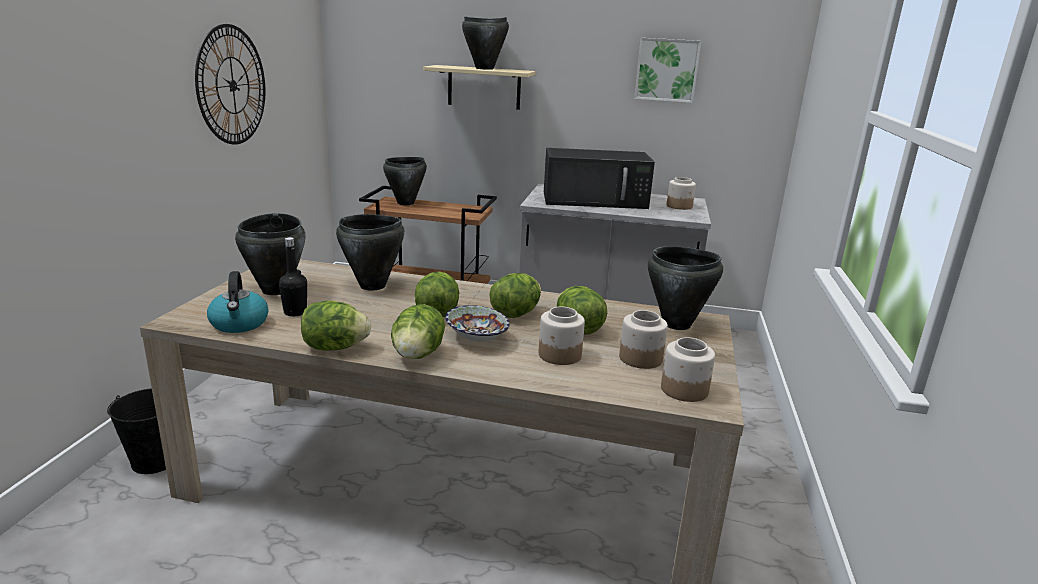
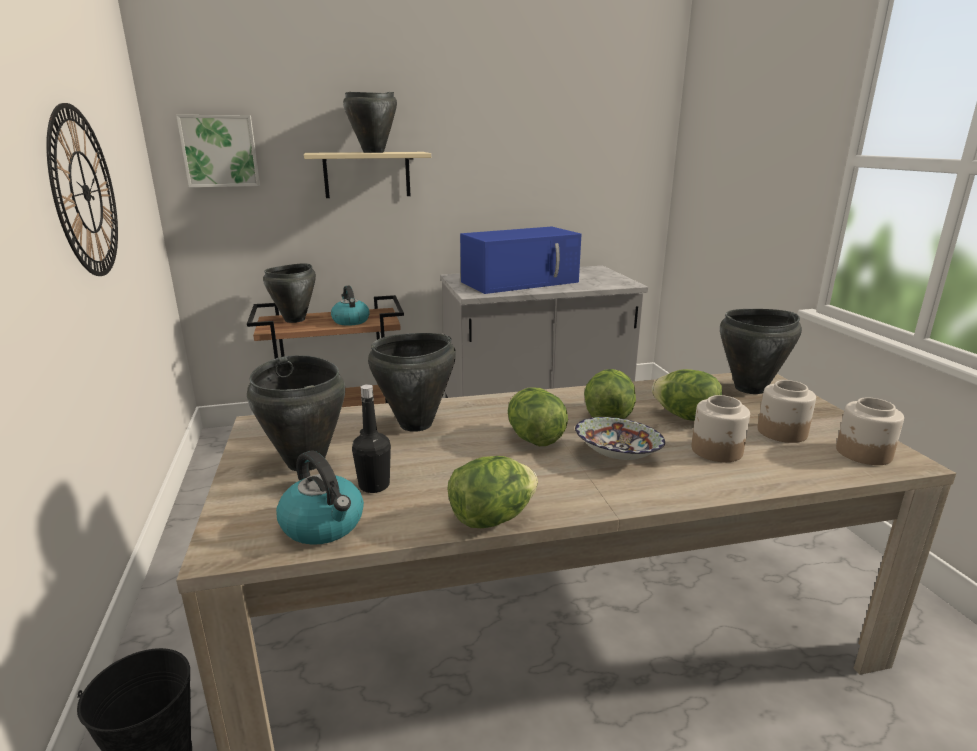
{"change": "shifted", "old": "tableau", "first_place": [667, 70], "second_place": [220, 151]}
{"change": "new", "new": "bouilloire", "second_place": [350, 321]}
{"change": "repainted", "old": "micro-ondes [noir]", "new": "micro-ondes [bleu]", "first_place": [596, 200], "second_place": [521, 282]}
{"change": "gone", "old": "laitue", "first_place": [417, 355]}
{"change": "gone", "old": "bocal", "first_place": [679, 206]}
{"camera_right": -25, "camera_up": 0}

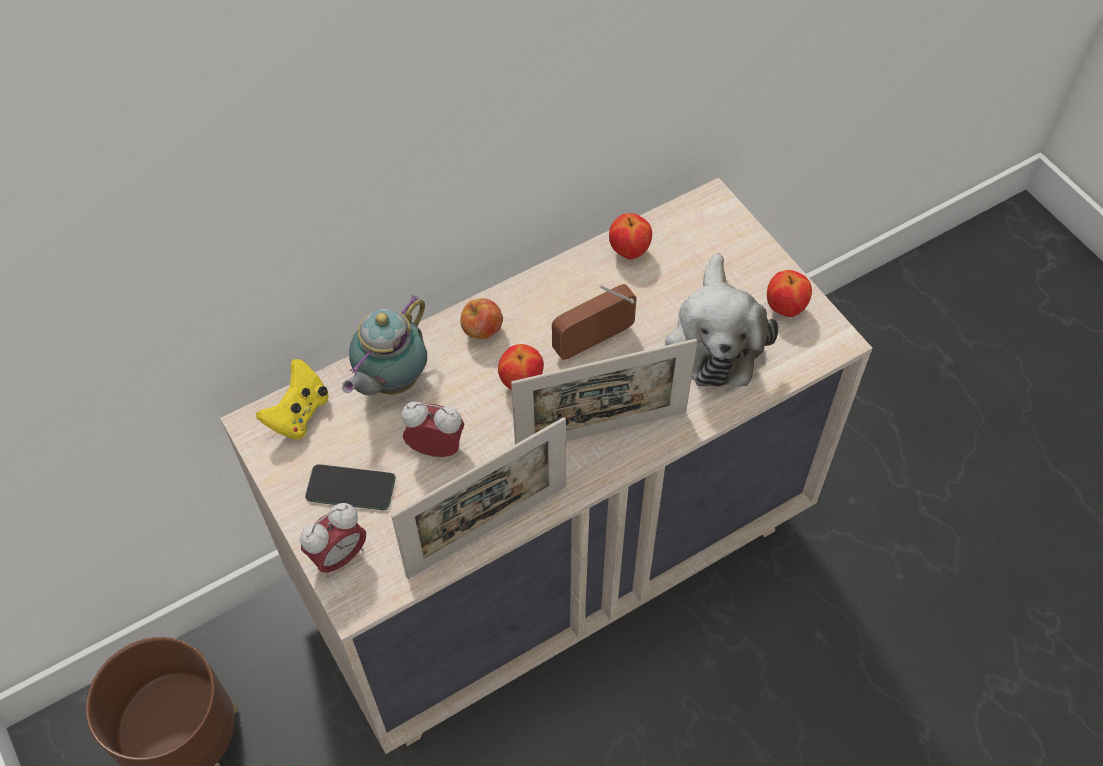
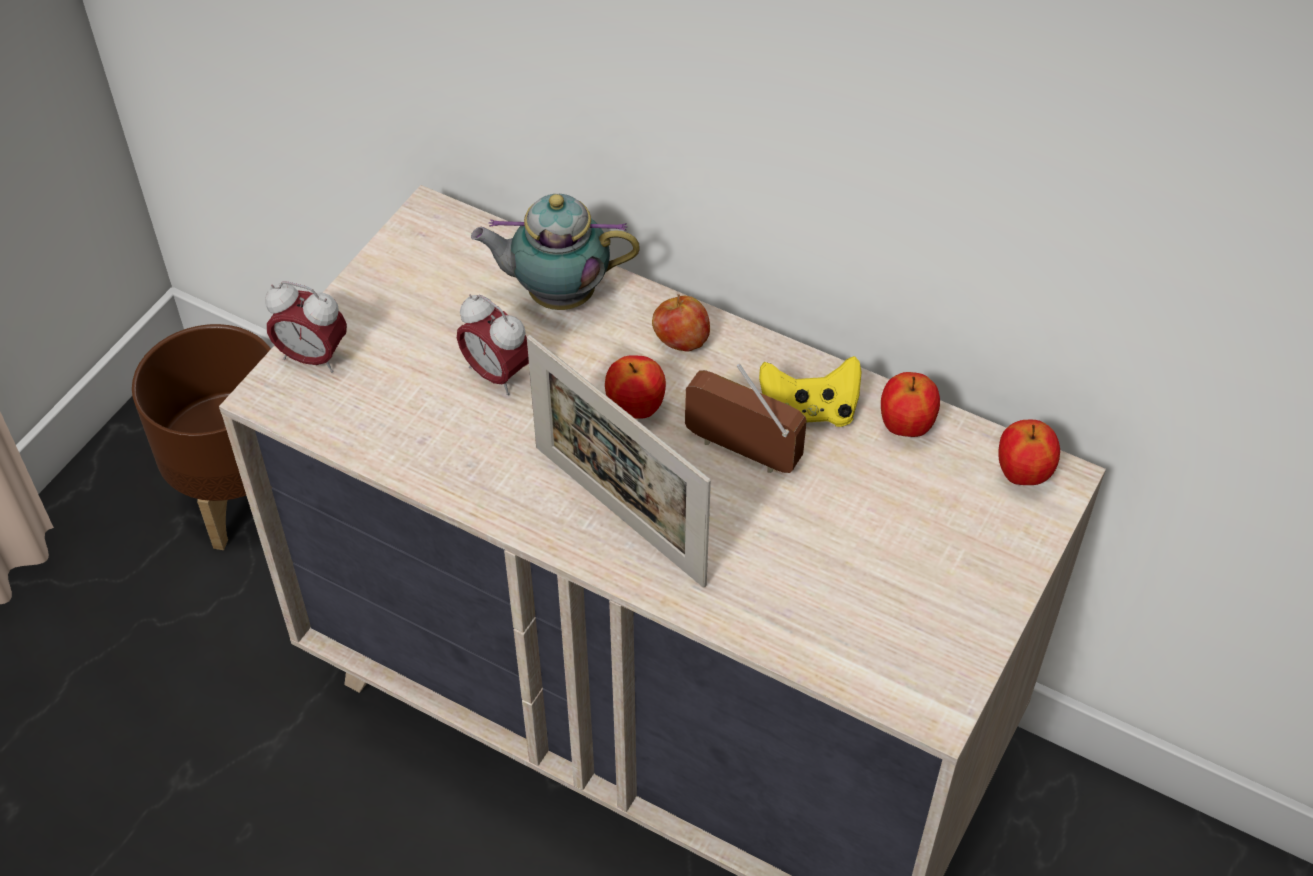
{"change": "rotated", "old": "réveil", "first_place": [436, 448], "second_place": [497, 374], "degrees": 150}
{"change": "shifted", "old": "manette [jaune]", "first_place": [299, 413], "second_place": [809, 412]}
{"change": "shifted", "old": "pomme", "first_place": [785, 308], "second_place": [1022, 474]}
{"change": "gone", "old": "téléphone", "first_place": [351, 488]}
{"change": "gone", "old": "cadre photo", "first_place": [487, 531]}
{"change": "gone", "old": "peluche", "first_place": [715, 338]}
{"camera_right": 60, "camera_up": -5}

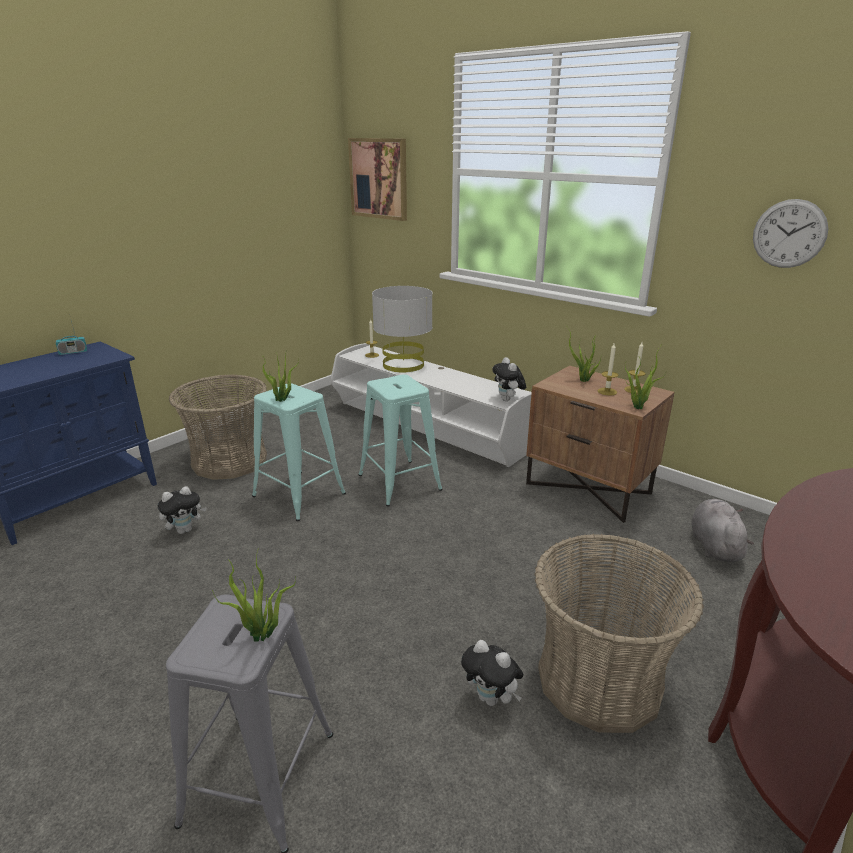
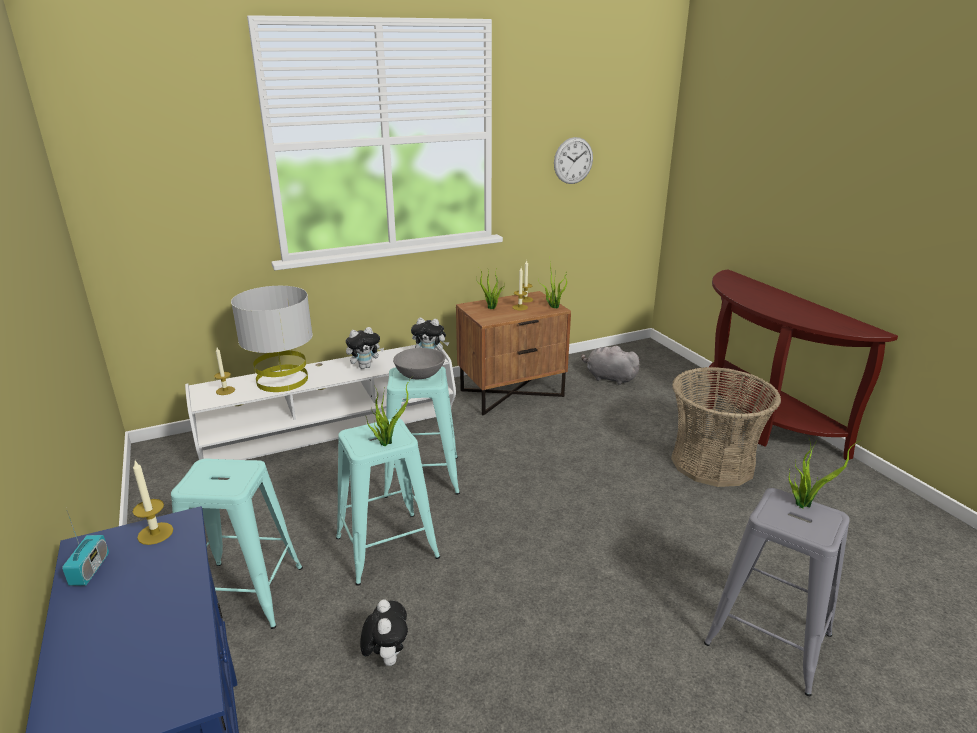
{"change": "new", "new": "bougie", "second_place": [155, 533]}
{"change": "swapped", "old": "panier", "new": "tabouret [turquoise]", "first_place": [229, 460], "second_place": [244, 594]}
{"change": "shifted", "old": "peluche", "first_place": [491, 699], "second_place": [365, 366]}
{"change": "new", "new": "bol [gris]", "second_place": [420, 374]}
{"change": "gone", "old": "tableau", "first_place": [379, 178]}
{"camera_right": -65, "camera_up": 0}

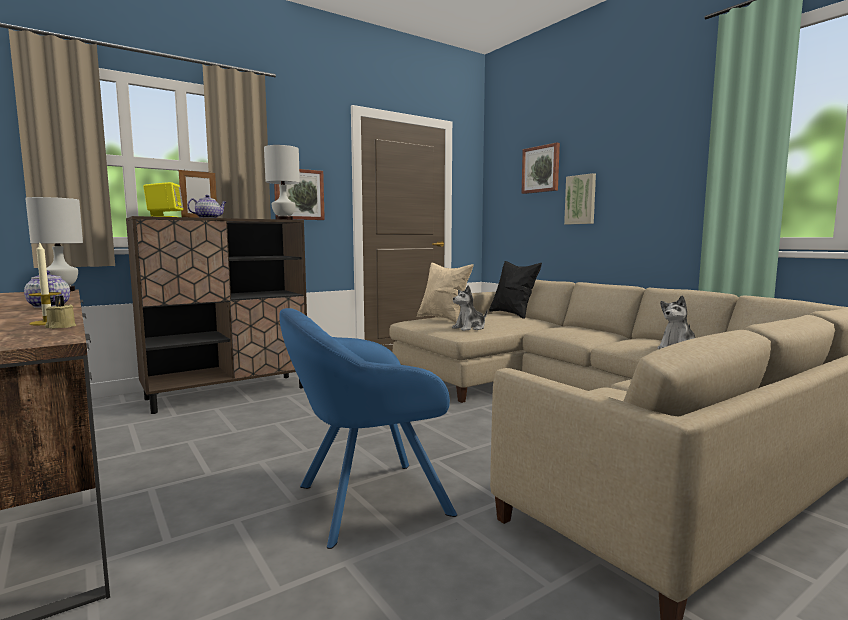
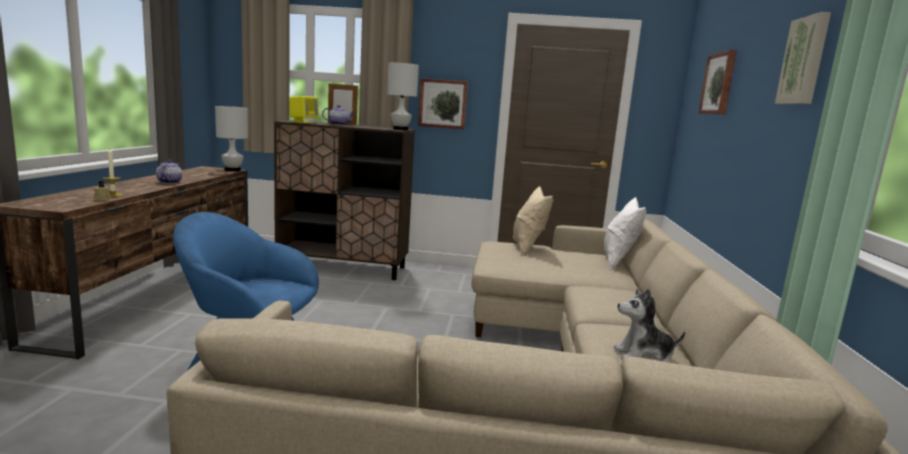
{"change": "repainted", "old": "coussin [noir]", "new": "coussin [blanc]", "first_place": [513, 314], "second_place": [618, 262]}
{"change": "shifted", "old": "tableau", "first_place": [581, 199], "second_place": [805, 61]}
{"change": "gone", "old": "peluche", "first_place": [470, 328]}
{"camera_right": 40, "camera_up": 5}

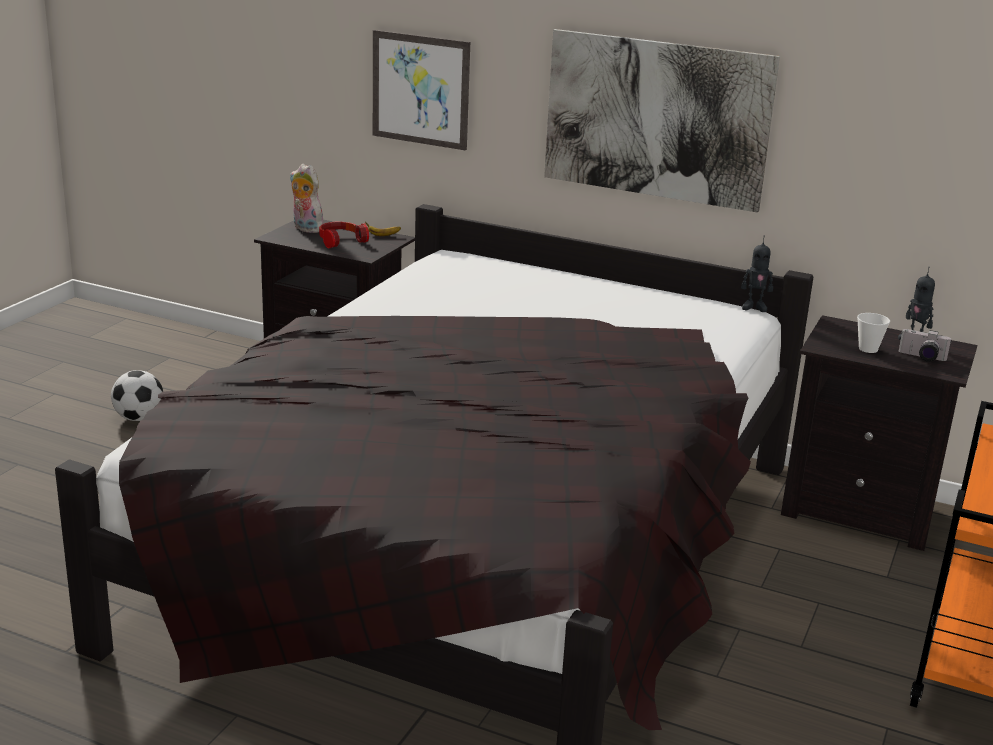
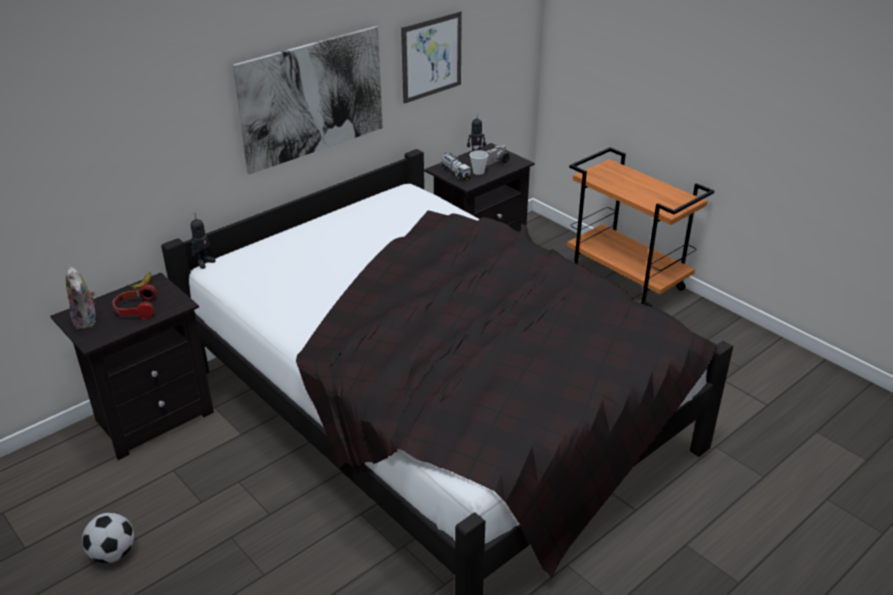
{"change": "rotated", "old": "peluche", "first_place": [305, 229], "second_place": [87, 321], "degrees": -90}
{"change": "shifted", "old": "robot jouet", "first_place": [754, 307], "second_place": [204, 262]}
{"change": "shifted", "old": "tableau", "first_place": [420, 90], "second_place": [431, 57]}
{"change": "new", "new": "camion jouet", "second_place": [455, 173]}
{"camera_right": -65, "camera_up": 10}

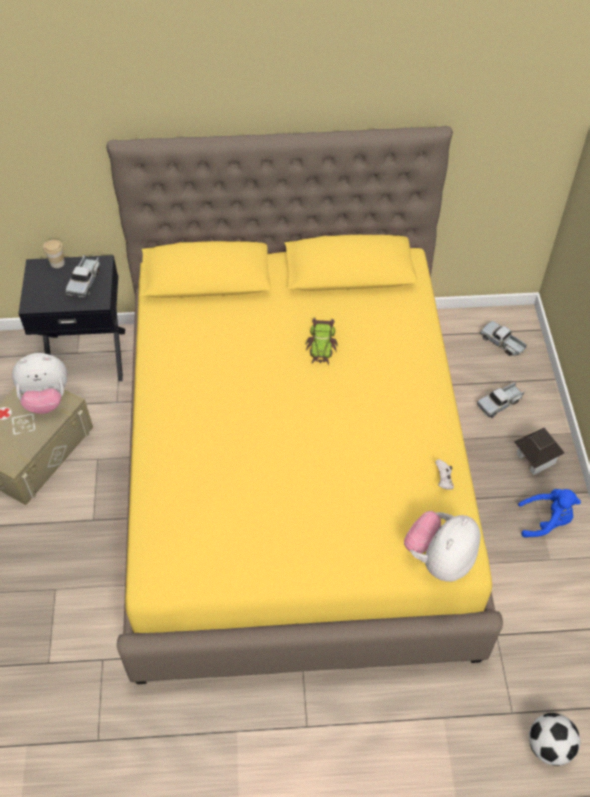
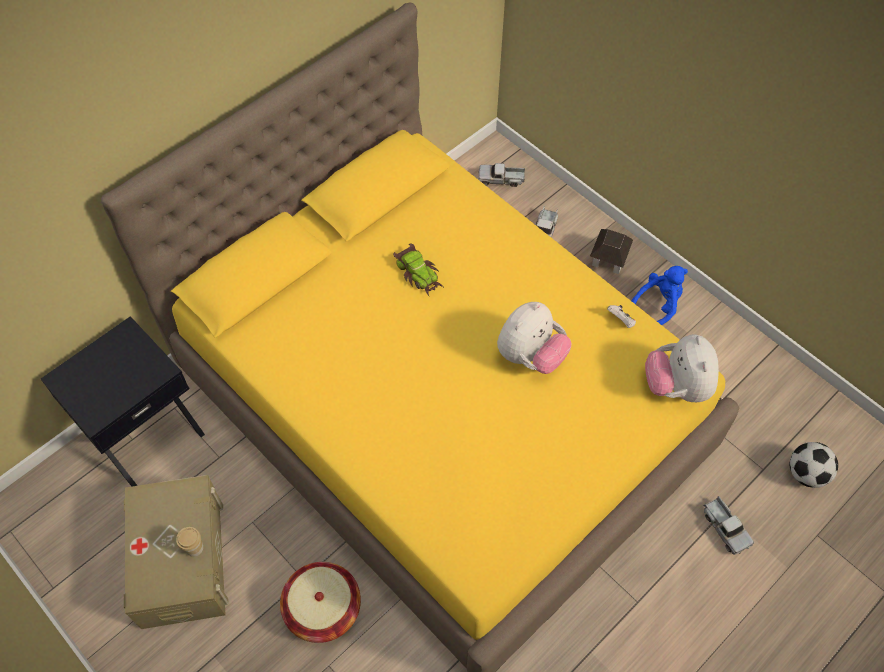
{"change": "shifted", "old": "tasse", "first_place": [57, 263], "second_place": [194, 548]}
{"change": "new", "new": "panier", "second_place": [323, 608]}
{"change": "shifted", "old": "peluche", "first_place": [46, 399], "second_place": [530, 355]}
{"change": "shifted", "old": "camion jouet", "first_place": [85, 281], "second_place": [725, 528]}
{"camera_right": -40, "camera_up": 5}

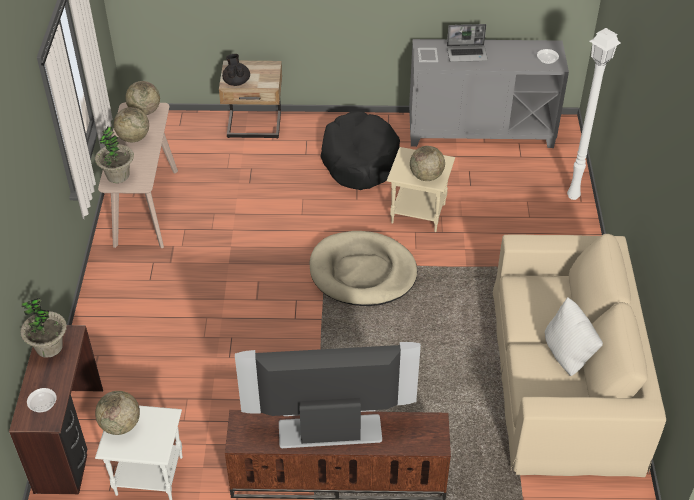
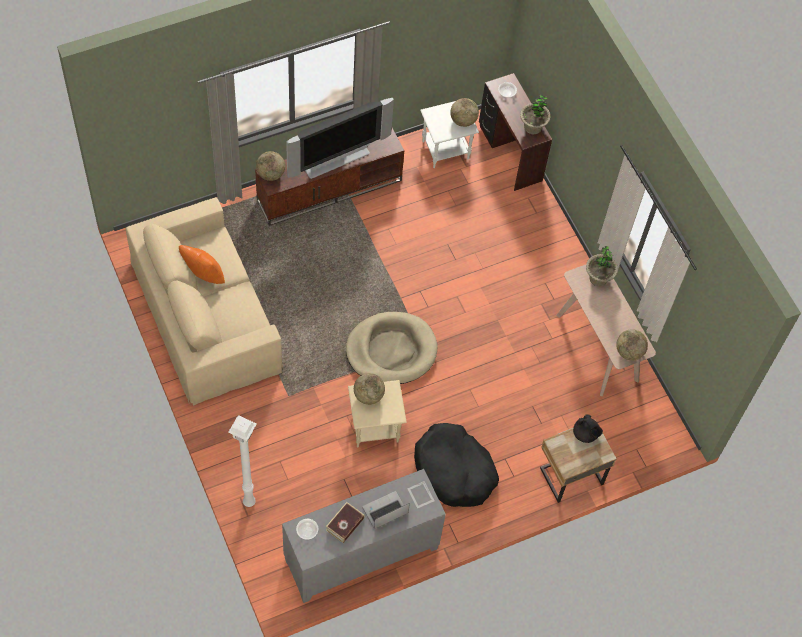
{"change": "repainted", "old": "coussin [blanc]", "new": "coussin [orange]", "first_place": [568, 356], "second_place": [203, 276]}
{"change": "shifted", "old": "globe", "first_place": [133, 138], "second_place": [271, 174]}
{"change": "new", "new": "livre", "second_place": [345, 524]}
{"camera_right": 150, "camera_up": 15}

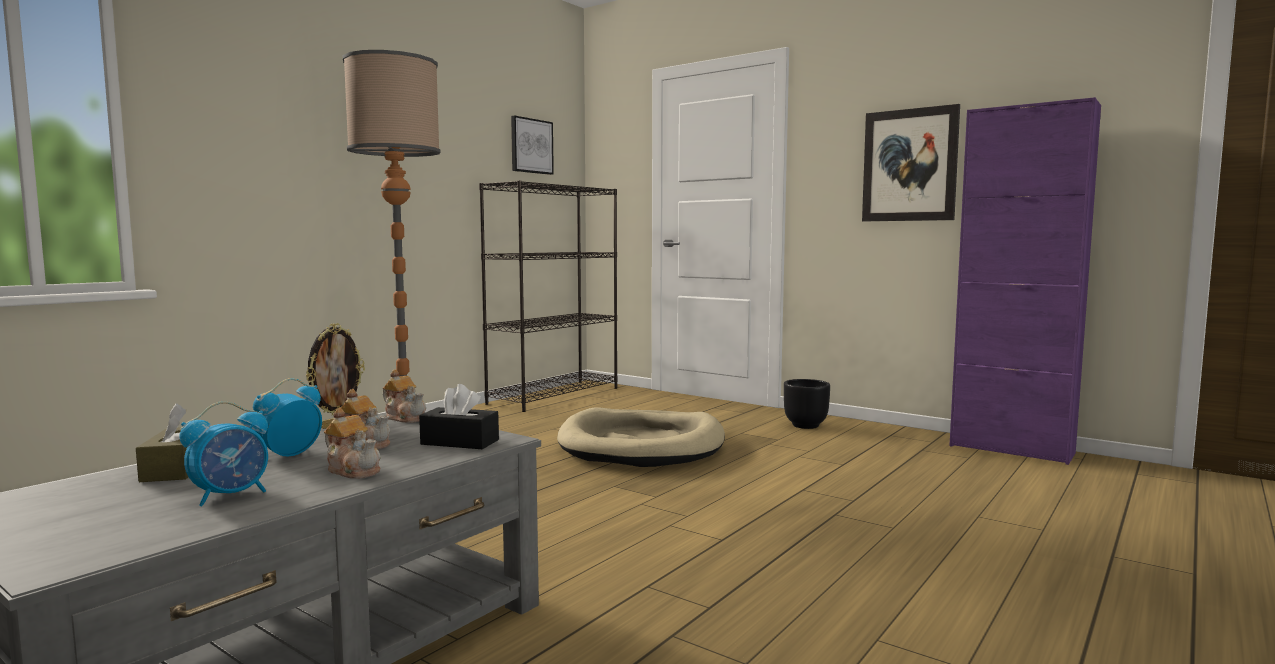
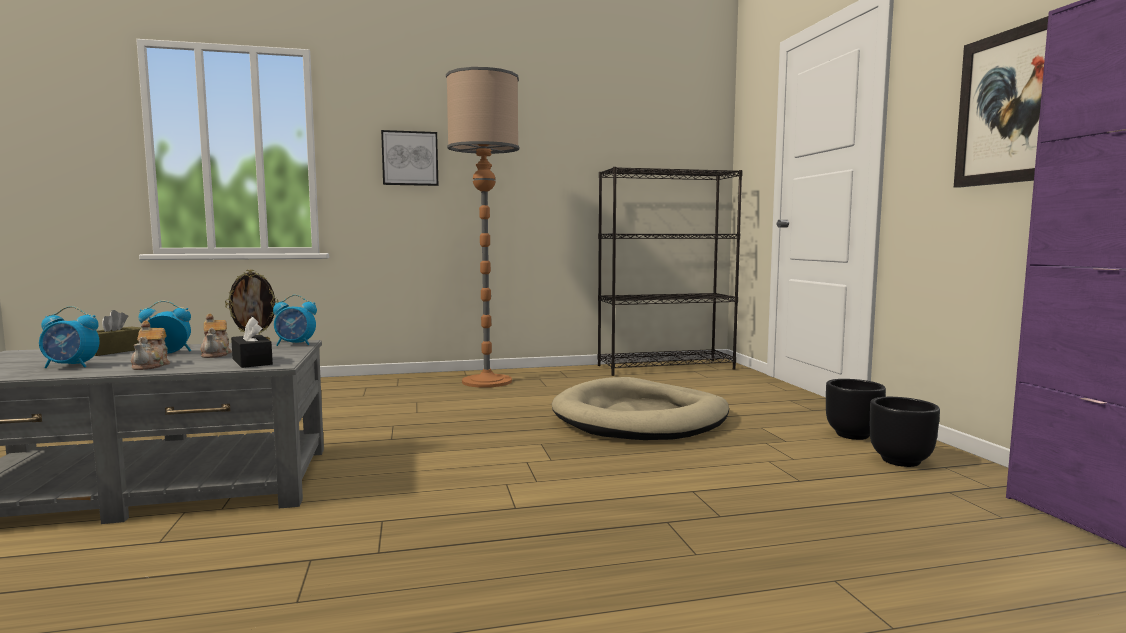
{"change": "swapped", "old": "théière", "new": "réveil", "first_place": [405, 418], "second_place": [295, 344]}
{"change": "shifted", "old": "tableau", "first_place": [531, 146], "second_place": [410, 158]}
{"change": "new", "new": "cache-pot [noir]", "second_place": [901, 461]}
{"camera_right": 40, "camera_up": 0}

